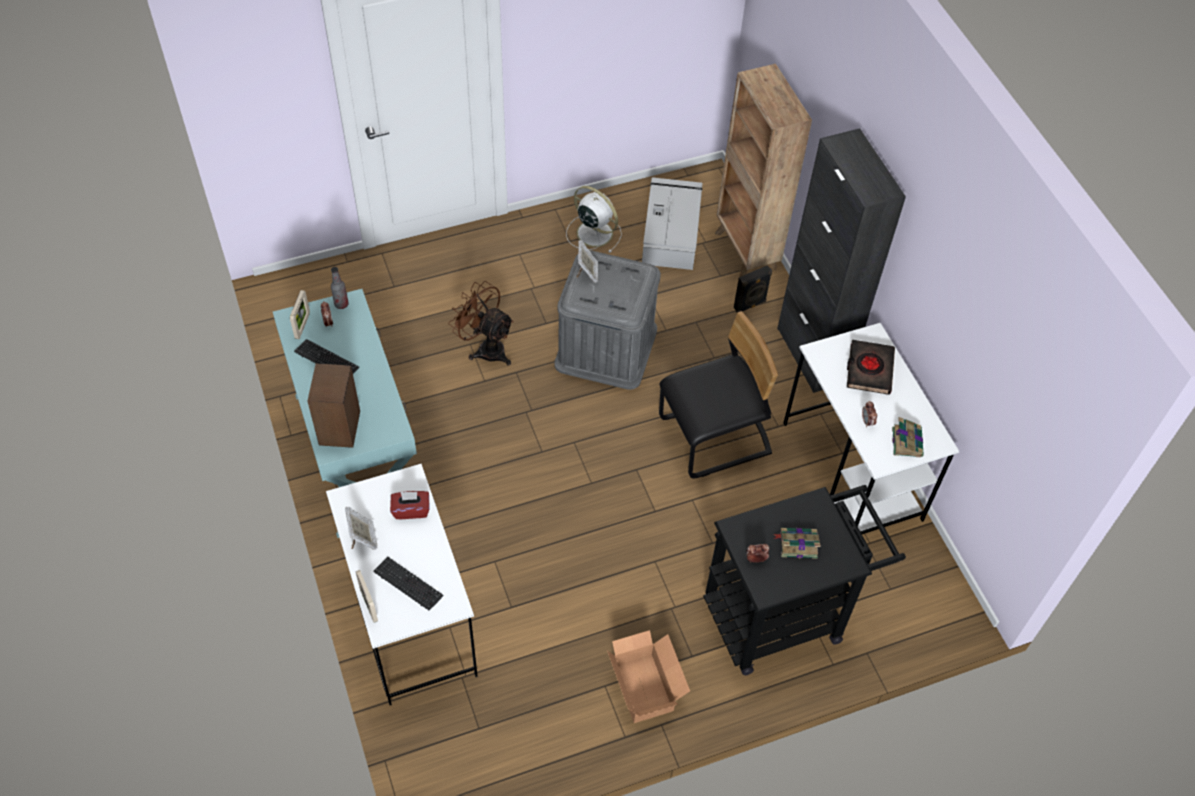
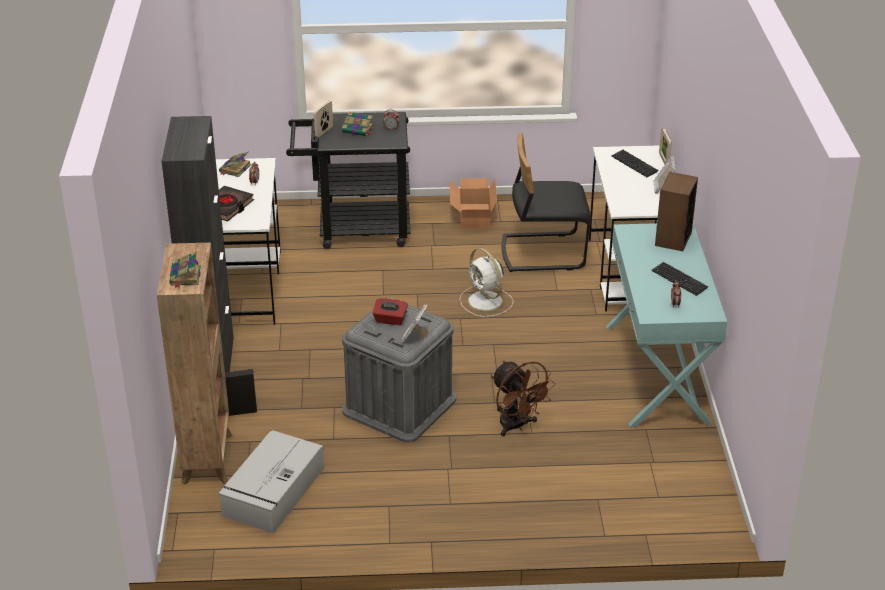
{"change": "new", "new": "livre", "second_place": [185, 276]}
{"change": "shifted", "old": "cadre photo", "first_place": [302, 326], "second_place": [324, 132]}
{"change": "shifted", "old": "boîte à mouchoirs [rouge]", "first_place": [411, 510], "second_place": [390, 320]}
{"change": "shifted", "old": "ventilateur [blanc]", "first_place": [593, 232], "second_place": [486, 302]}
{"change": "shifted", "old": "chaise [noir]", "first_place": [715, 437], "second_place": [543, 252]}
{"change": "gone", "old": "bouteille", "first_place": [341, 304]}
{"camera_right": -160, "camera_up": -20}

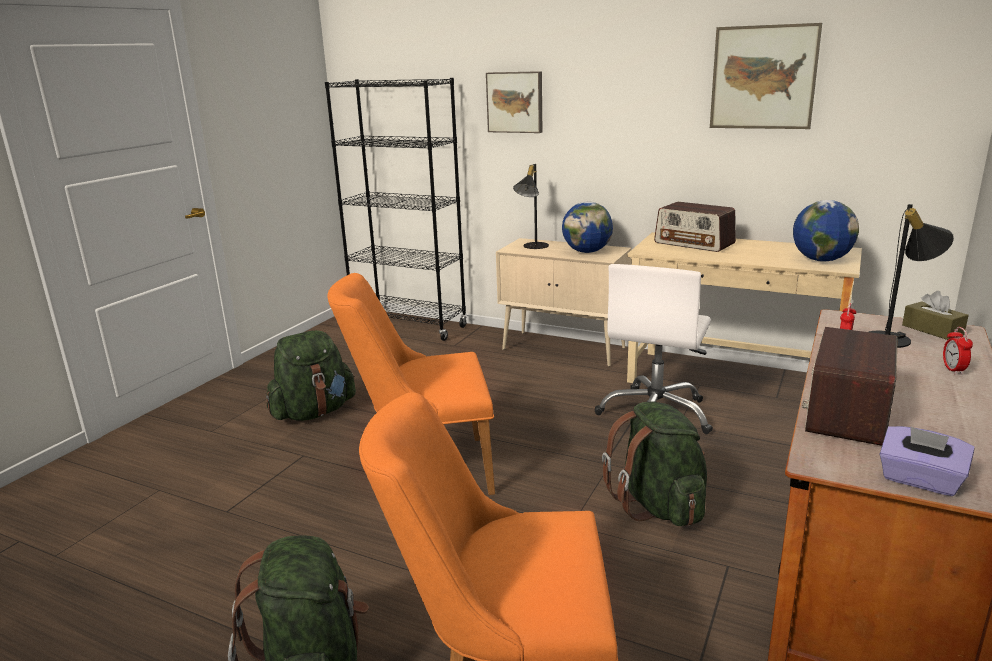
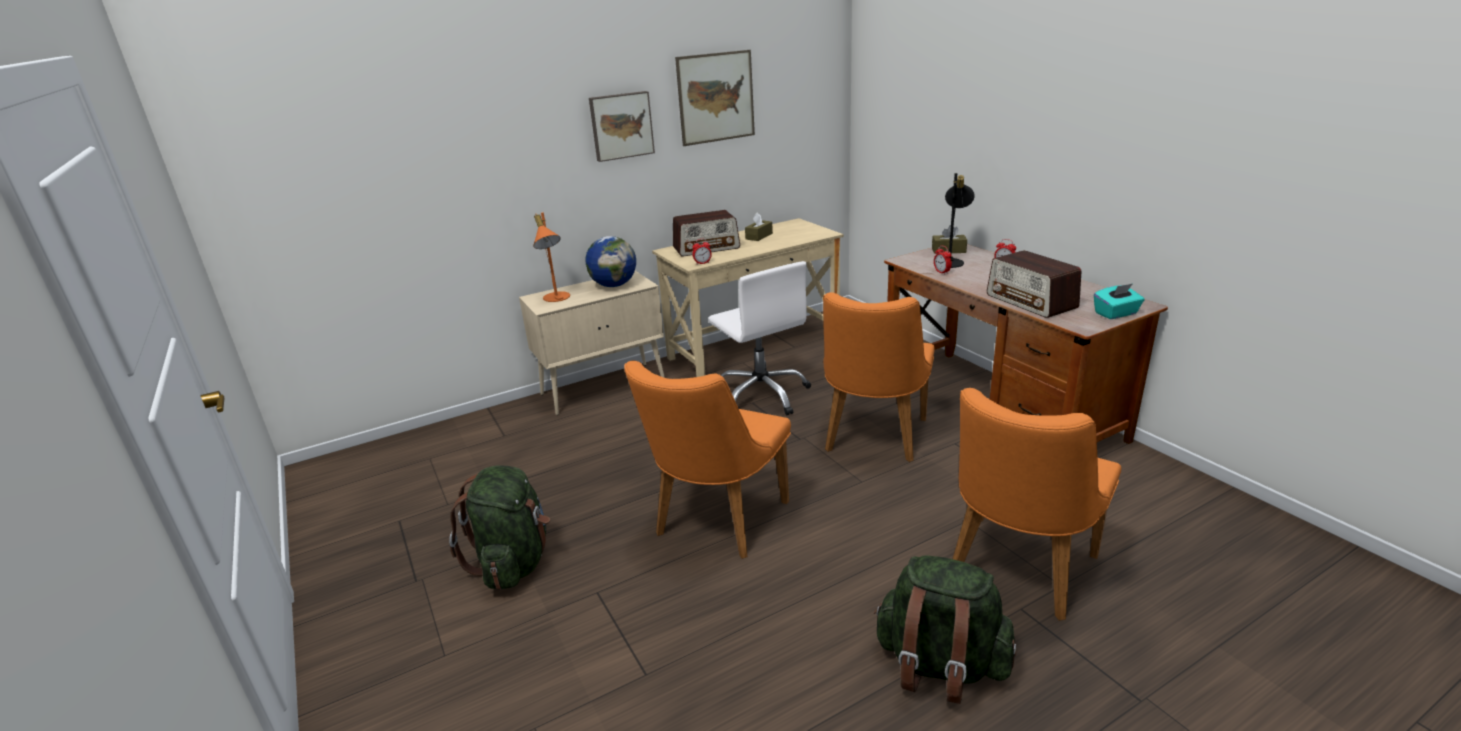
{"change": "repainted", "old": "lampe de table [noir]", "new": "lampe de table [orange]", "first_place": [532, 247], "second_place": [556, 299]}
{"change": "shifted", "old": "tableau", "first_place": [515, 102], "second_place": [621, 125]}
{"change": "new", "new": "réveil", "second_place": [702, 263]}
{"change": "new", "new": "boîte à mouchoirs [marron]", "second_place": [759, 236]}
{"change": "swapped", "old": "sac à dos [vert]", "new": "chaise [orange]", "first_place": [658, 505], "second_place": [872, 439]}
{"change": "repainted", "old": "boîte à mouchoirs [violet]", "new": "boîte à mouchoirs [turquoise]", "first_place": [920, 480], "second_place": [1116, 314]}
{"change": "gone", "old": "bibliothèque [noir]", "first_place": [409, 326]}
{"change": "gone", "old": "globe", "first_place": [821, 260]}
{"camera_right": -55, "camera_up": 5}

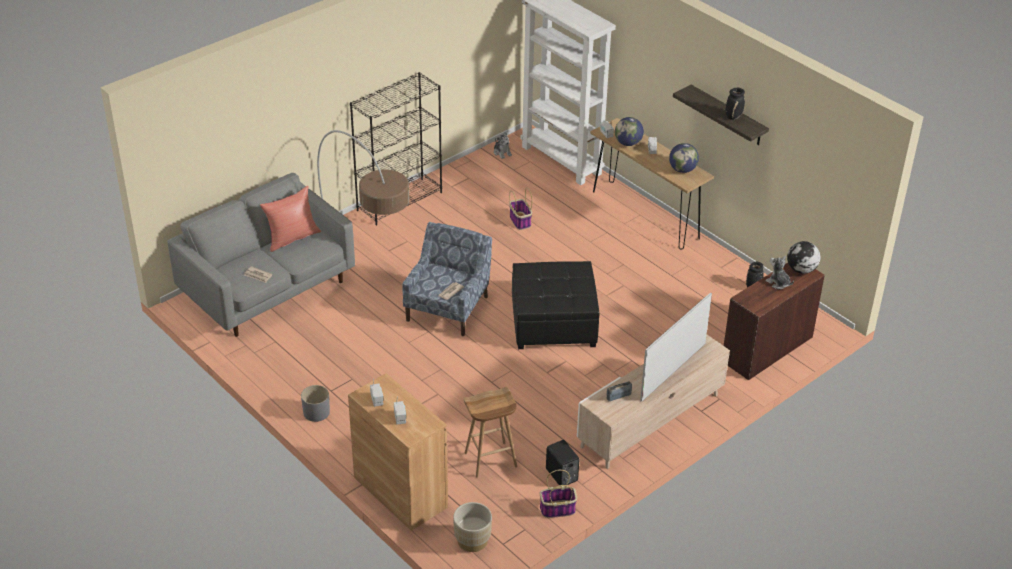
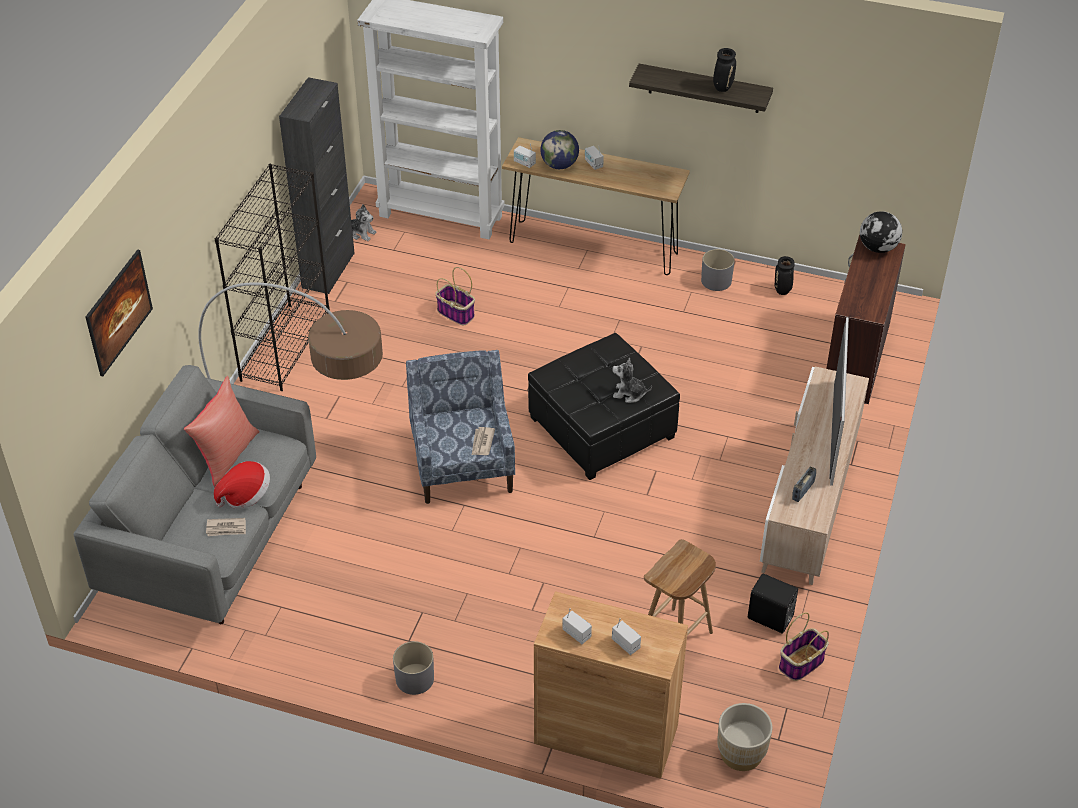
{"change": "new", "new": "tableau", "second_place": [122, 327]}
{"change": "new", "new": "chapeau", "second_place": [245, 495]}
{"change": "new", "new": "meuble de rangement [noir]", "second_place": [328, 270]}
{"change": "shifted", "old": "peluche", "first_place": [778, 283], "second_place": [629, 394]}
{"change": "new", "new": "cache-pot [gris]", "second_place": [716, 281]}
{"change": "gone", "old": "globe", "first_place": [682, 170]}
{"camera_right": -30, "camera_up": 5}

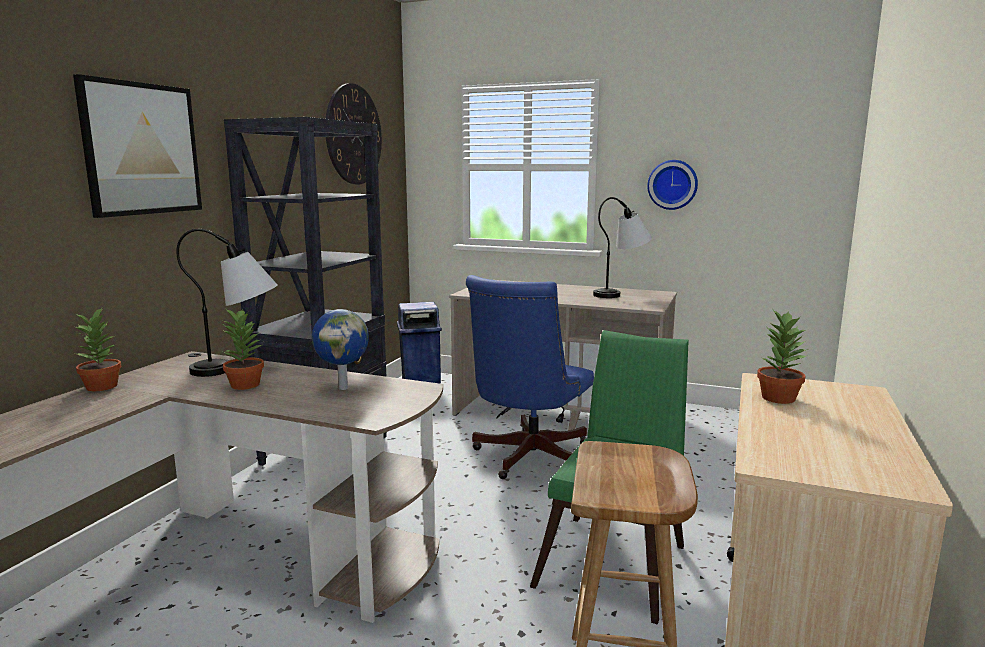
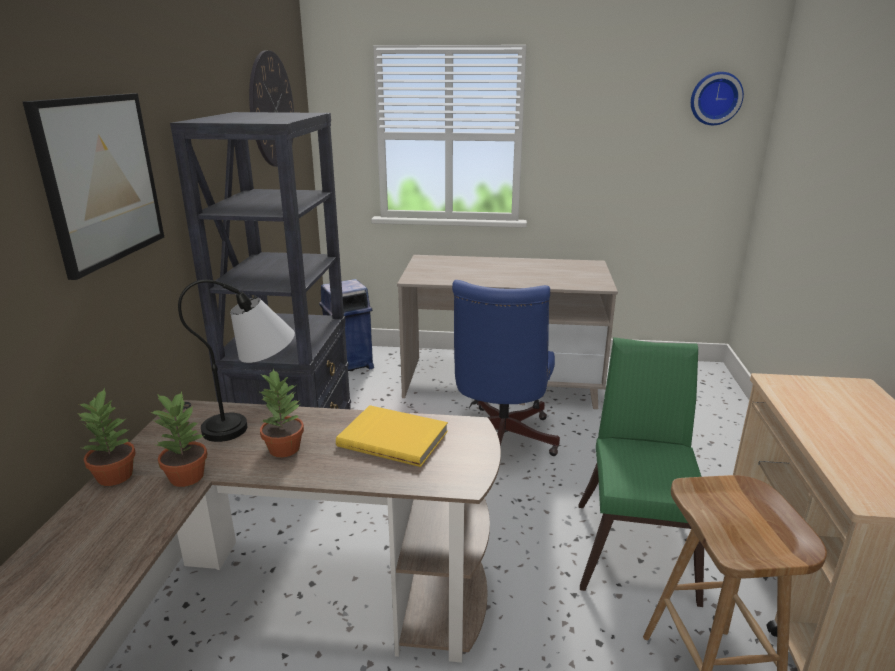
{"change": "shifted", "old": "plante en pot", "first_place": [778, 398], "second_place": [187, 476]}
{"change": "swapped", "old": "globe", "new": "livre [jaune]", "first_place": [343, 388], "second_place": [394, 438]}
{"change": "shifted", "old": "horloge murale", "first_place": [672, 184], "second_place": [715, 98]}
{"change": "gone", "old": "lampe de table", "first_place": [622, 294]}
{"camera_right": -15, "camera_up": 10}

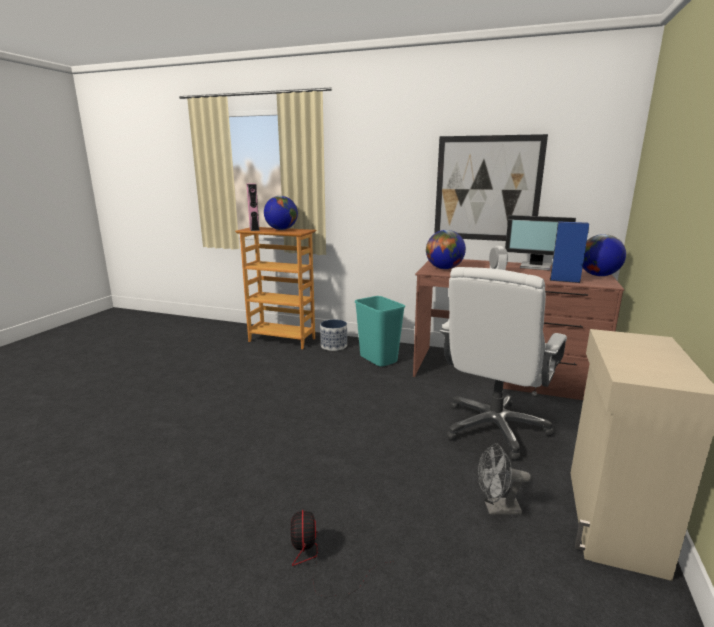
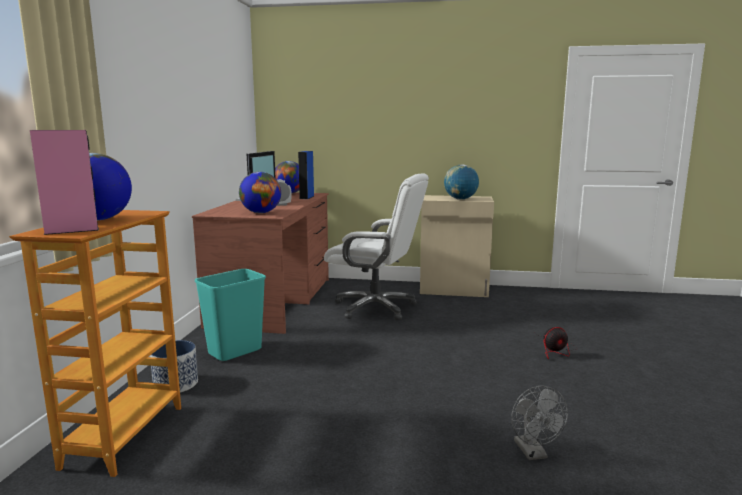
{"change": "new", "new": "globe", "second_place": [460, 199]}
{"change": "shifted", "old": "ventilateur [gris]", "first_place": [496, 509], "second_place": [533, 453]}
{"change": "gone", "old": "tableau", "first_place": [487, 189]}
{"camera_right": -100, "camera_up": -5}

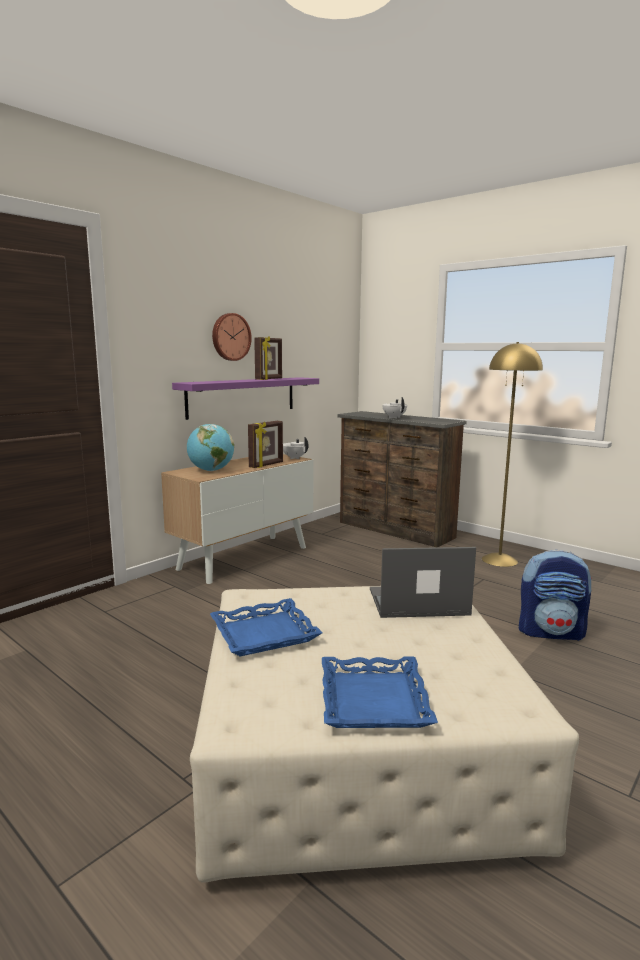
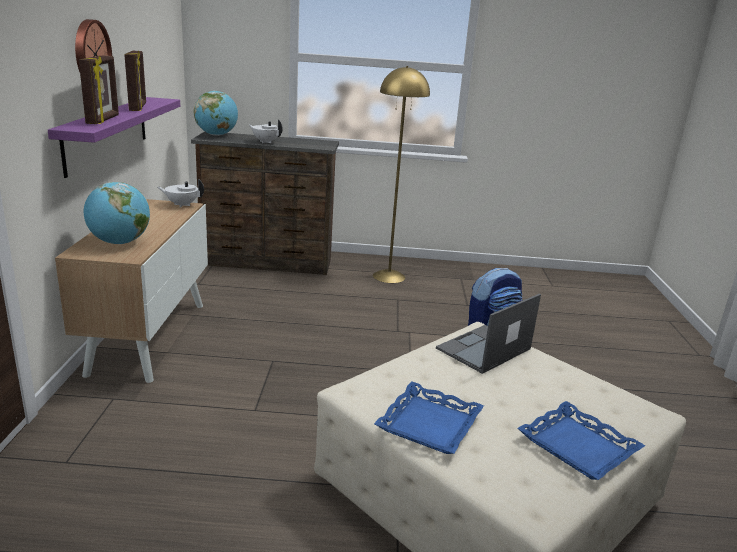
{"change": "shifted", "old": "cadre photo", "first_place": [266, 465], "second_place": [104, 120]}
{"change": "new", "new": "globe", "second_place": [217, 135]}
{"camera_right": -40, "camera_up": 10}

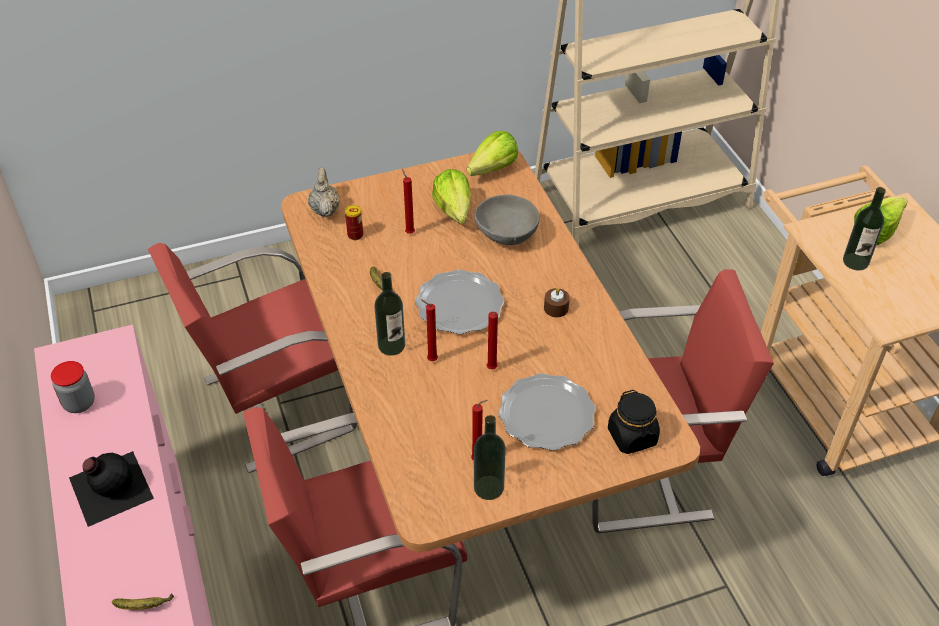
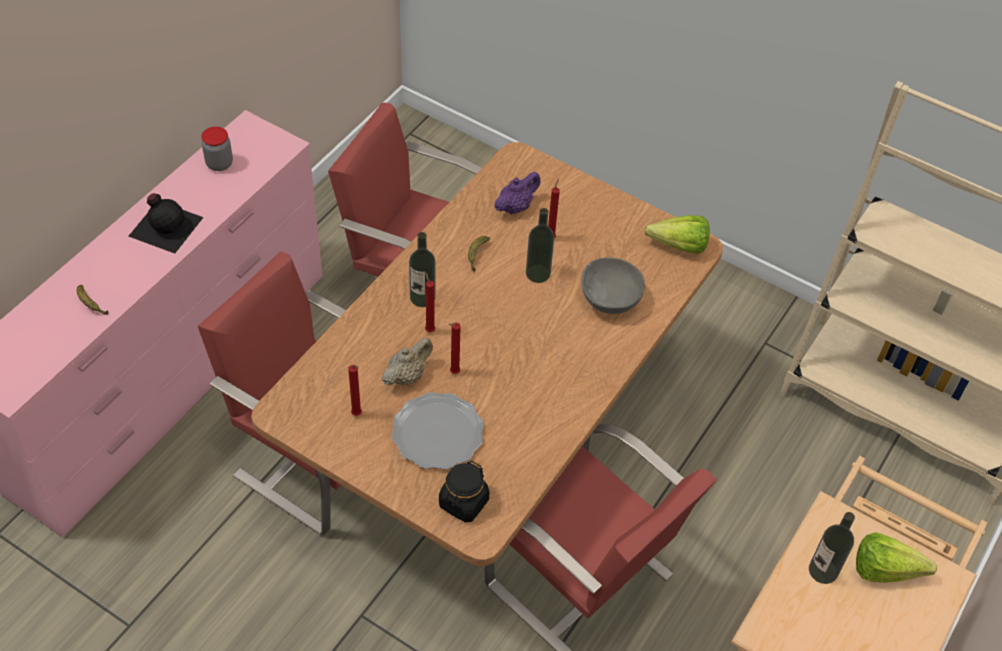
{"change": "shifted", "old": "théière [beige]", "first_place": [325, 209], "second_place": [407, 375]}
{"change": "swapped", "old": "boîte métallique", "new": "théière [violet]", "first_place": [355, 235], "second_place": [515, 207]}
{"change": "shifted", "old": "bouteille", "first_place": [488, 487], "second_place": [538, 273]}
{"change": "gone", "old": "assiette", "first_place": [459, 305]}
{"change": "gone", "old": "laitue", "first_place": [454, 214]}
{"change": "gone", "old": "bougie [marron]", "first_place": [556, 308]}
{"camera_right": 50, "camera_up": 5}

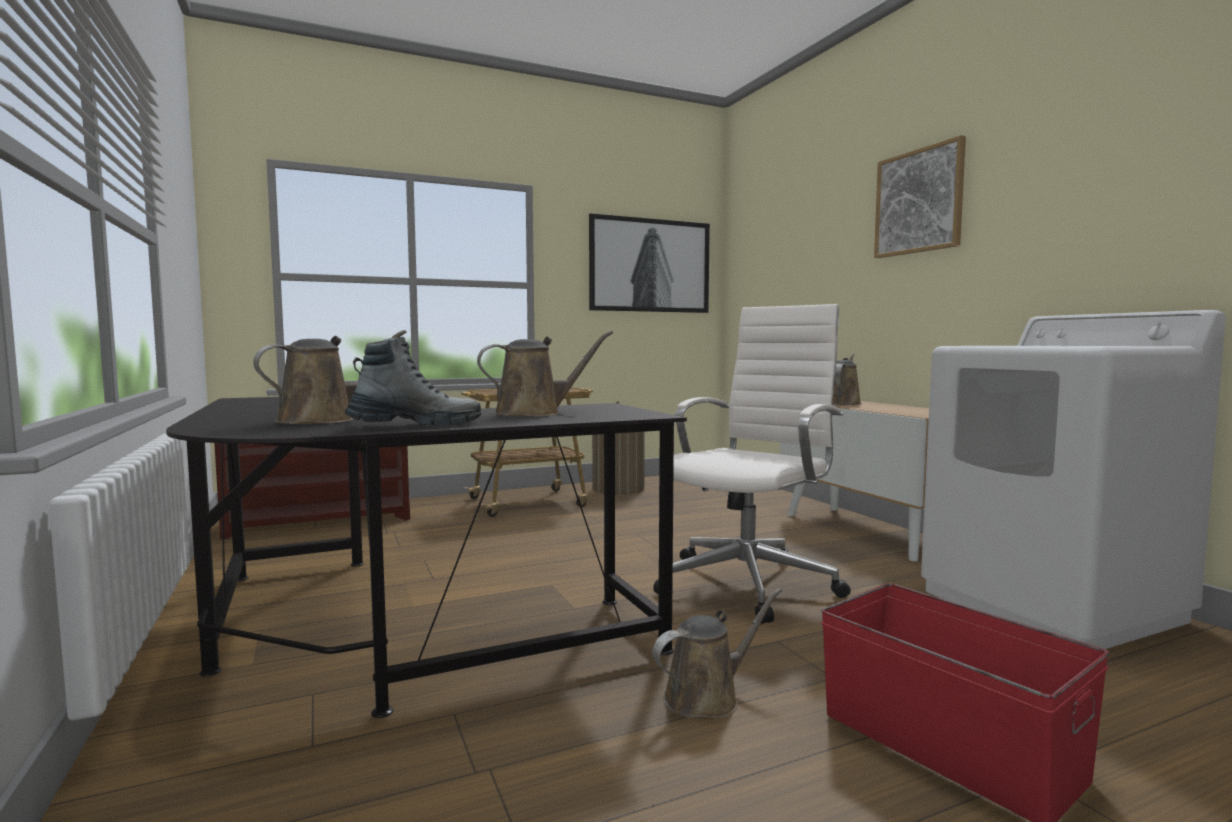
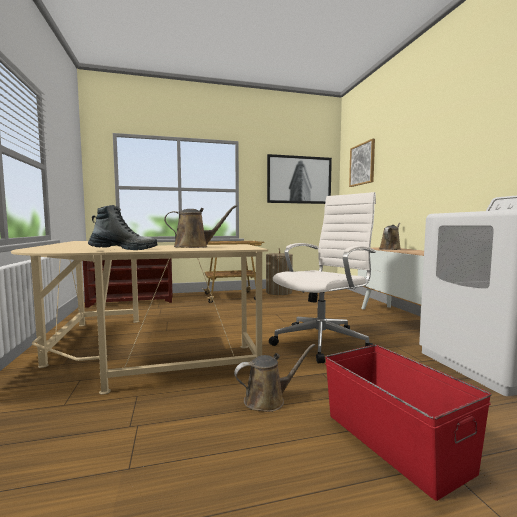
{"change": "repainted", "old": "bureau [noir]", "new": "bureau [beige]", "first_place": [386, 634], "second_place": [129, 354]}
{"change": "shifted", "old": "tableau", "first_place": [919, 201], "second_place": [362, 164]}
{"change": "gone", "old": "arrosoir [marron]", "first_place": [324, 420]}
{"camera_right": 10, "camera_up": 0}

